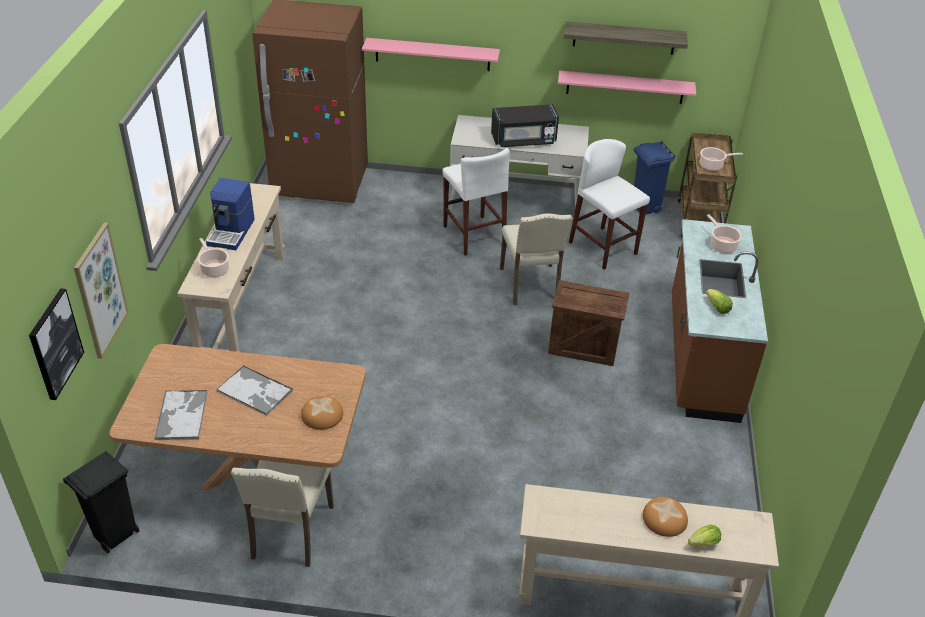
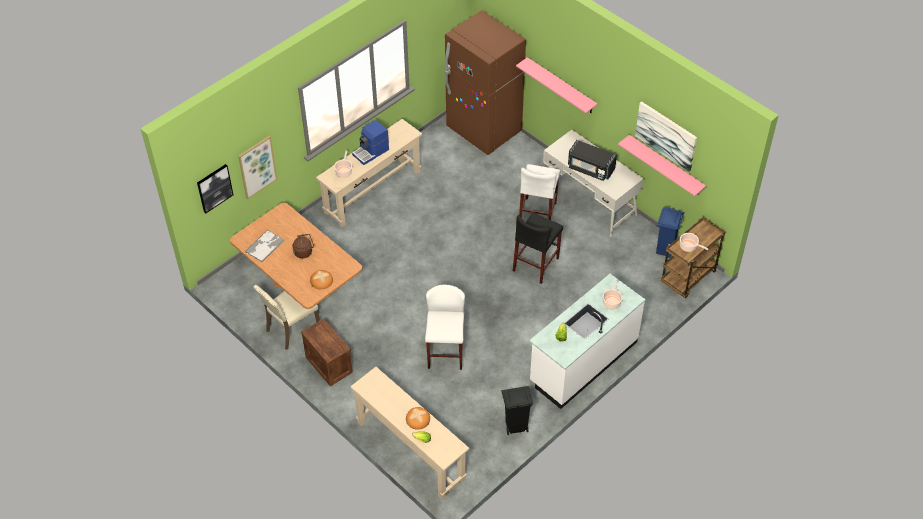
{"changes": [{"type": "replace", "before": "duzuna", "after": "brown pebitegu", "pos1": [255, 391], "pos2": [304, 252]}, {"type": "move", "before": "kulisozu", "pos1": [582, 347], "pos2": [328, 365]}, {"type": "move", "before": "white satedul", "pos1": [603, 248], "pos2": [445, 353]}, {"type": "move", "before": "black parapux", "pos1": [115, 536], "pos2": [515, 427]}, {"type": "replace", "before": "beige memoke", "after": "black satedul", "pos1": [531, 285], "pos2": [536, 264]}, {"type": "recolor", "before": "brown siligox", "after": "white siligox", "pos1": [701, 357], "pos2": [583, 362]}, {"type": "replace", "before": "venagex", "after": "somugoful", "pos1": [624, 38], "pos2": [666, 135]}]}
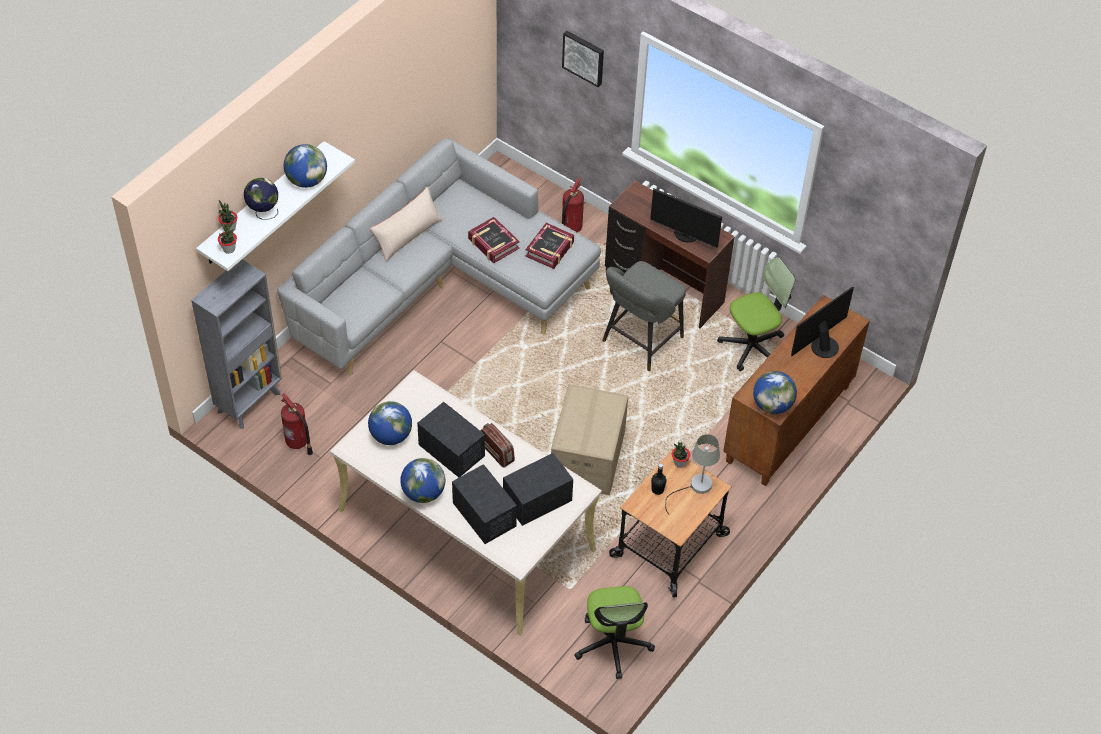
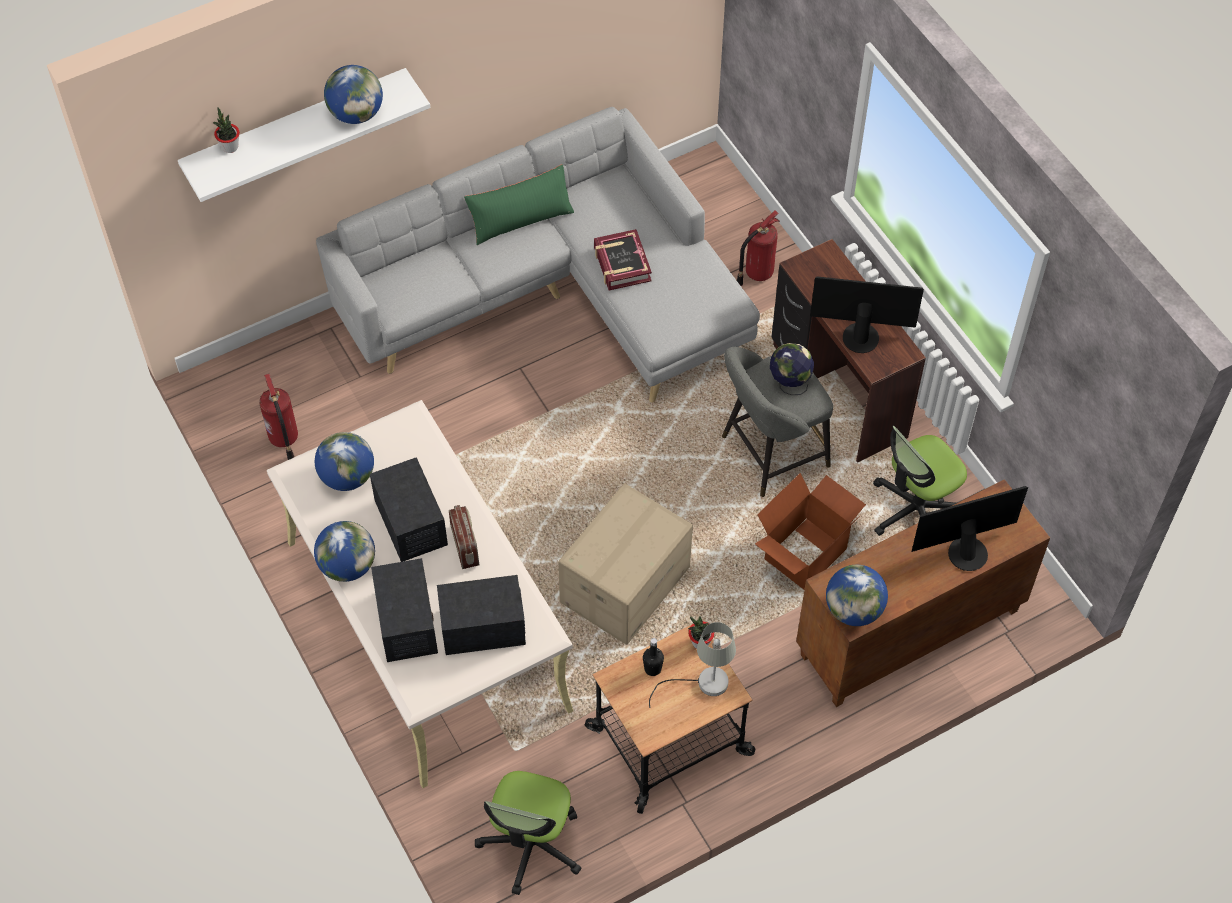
{"changes": [{"type": "recolor", "before": "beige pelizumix", "after": "green pelizumix", "pos1": [407, 236], "pos2": [520, 219]}, {"type": "insert", "after": "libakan", "pos2": [804, 553]}, {"type": "move", "before": "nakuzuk", "pos1": [263, 212], "pos2": [789, 384]}, {"type": "rotate", "before": "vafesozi", "pos1": [685, 234], "pos2": [860, 334], "turn": 135}, {"type": "rotate", "before": "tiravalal", "pos1": [752, 347], "pos2": [915, 511], "turn": 150}, {"type": "delete", "before": "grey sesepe", "pos1": [250, 401]}, {"type": "delete", "before": "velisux", "pos1": [229, 249]}, {"type": "delete", "before": "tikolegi", "pos1": [550, 249]}, {"type": "delete", "before": "somugoful", "pos1": [584, 57]}]}
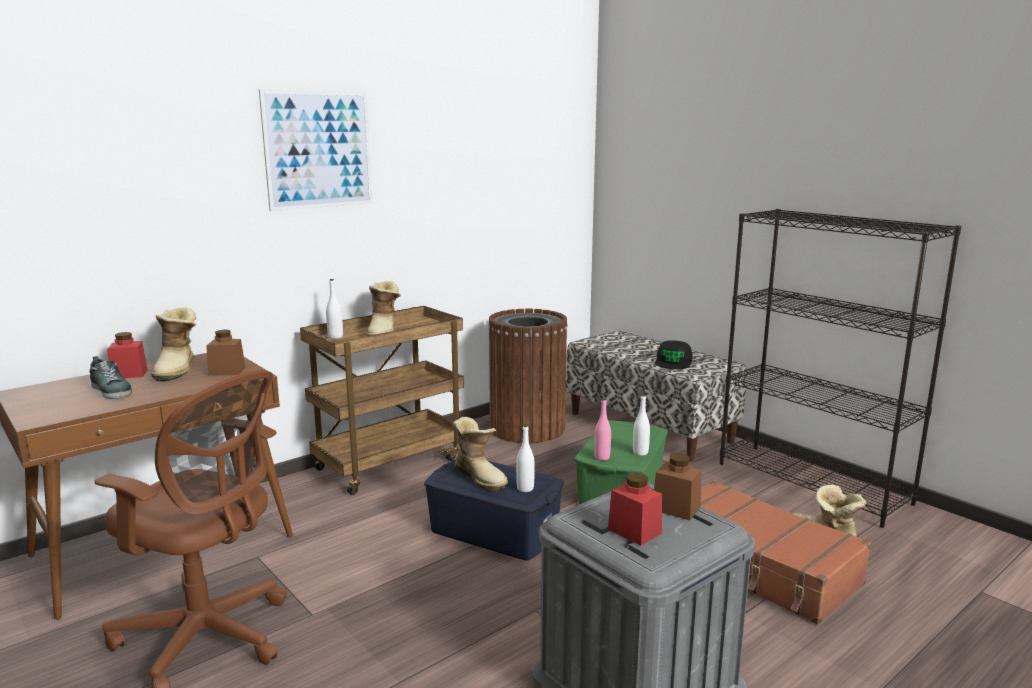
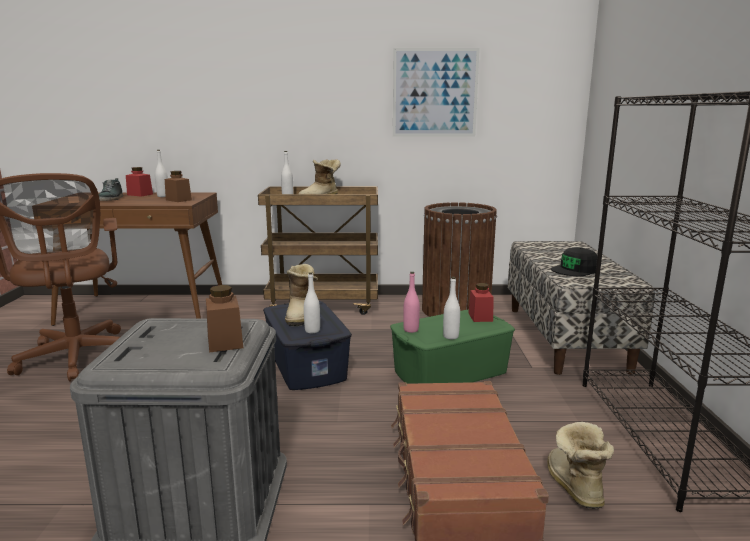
{"changes": [{"type": "replace", "before": "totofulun", "after": "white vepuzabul", "pos1": [178, 370], "pos2": [163, 196]}, {"type": "move", "before": "somugoful", "pos1": [318, 150], "pos2": [435, 93]}, {"type": "move", "before": "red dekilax", "pos1": [634, 531], "pos2": [480, 317]}]}
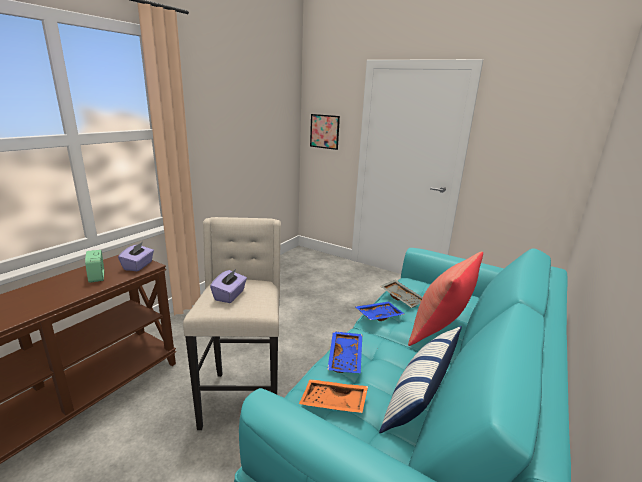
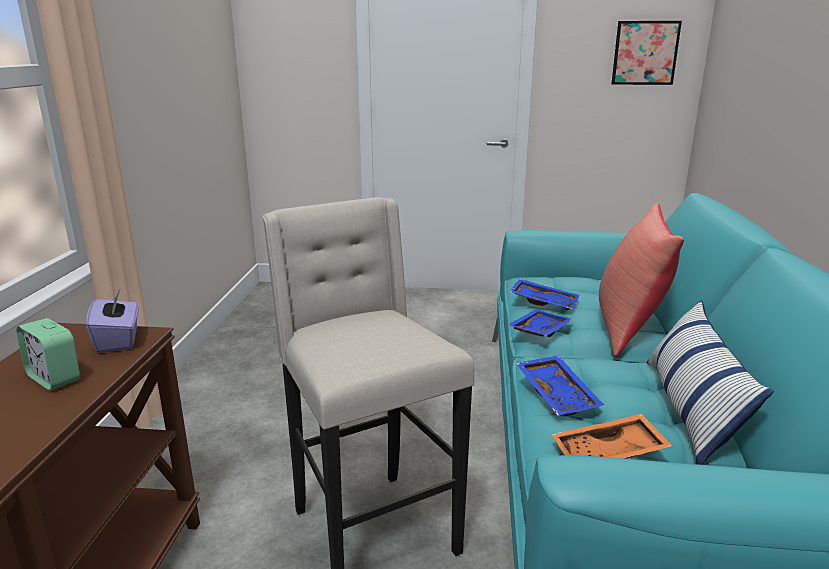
{"changes": [{"type": "recolor", "before": "grey duzuna", "after": "blue duzuna", "pos1": [402, 298], "pos2": [544, 302]}, {"type": "move", "before": "somugoful", "pos1": [324, 131], "pos2": [645, 53]}, {"type": "delete", "before": "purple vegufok", "pos1": [230, 295]}]}
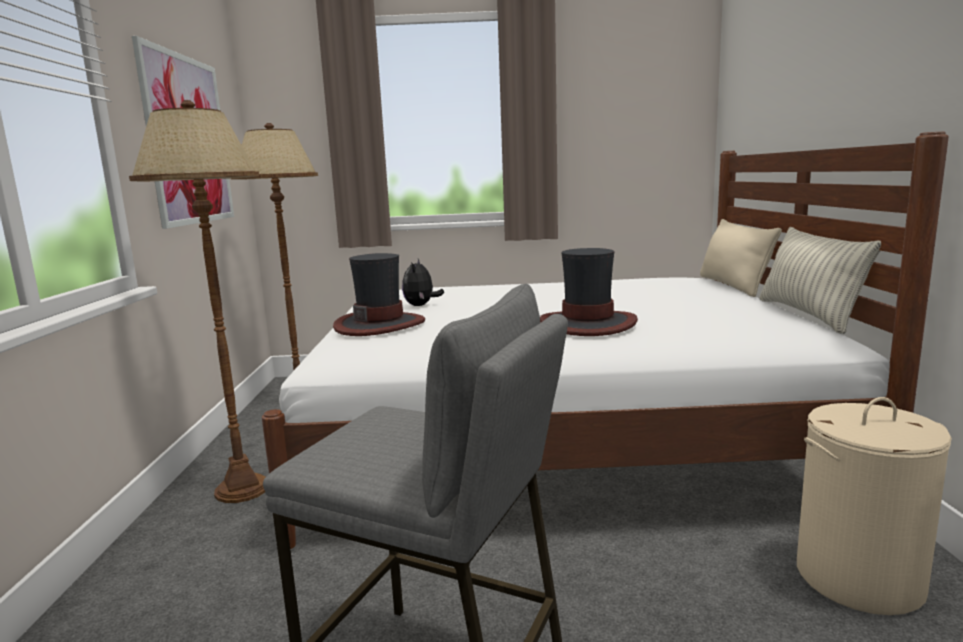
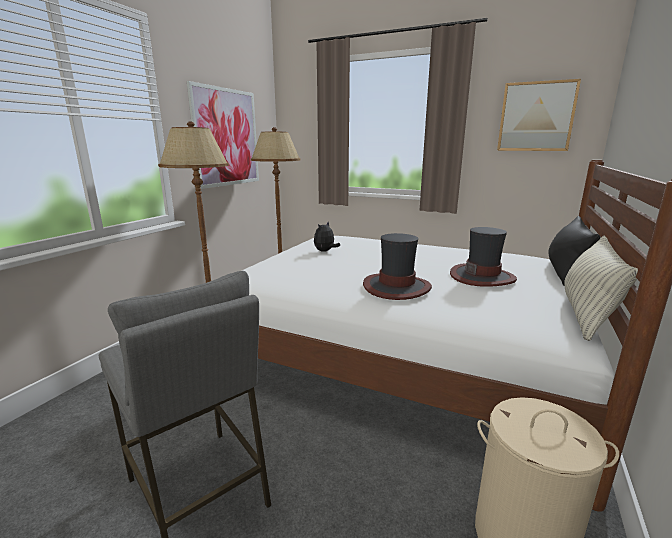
{"changes": [{"type": "move", "before": "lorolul", "pos1": [380, 325], "pos2": [482, 277]}, {"type": "insert", "after": "somugoful", "pos2": [536, 117]}, {"type": "recolor", "before": "beige pelizumix", "after": "black pelizumix", "pos1": [732, 285], "pos2": [565, 272]}]}
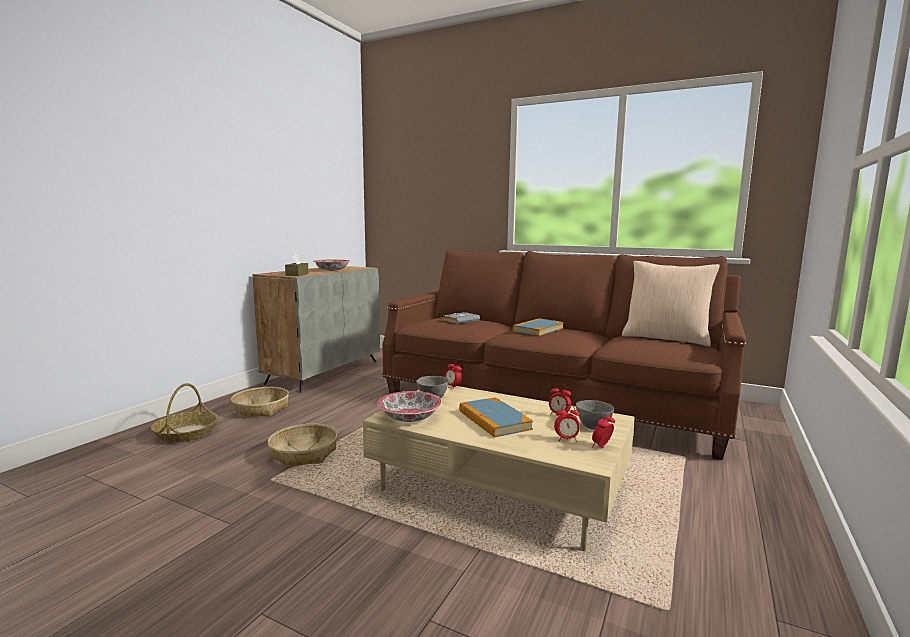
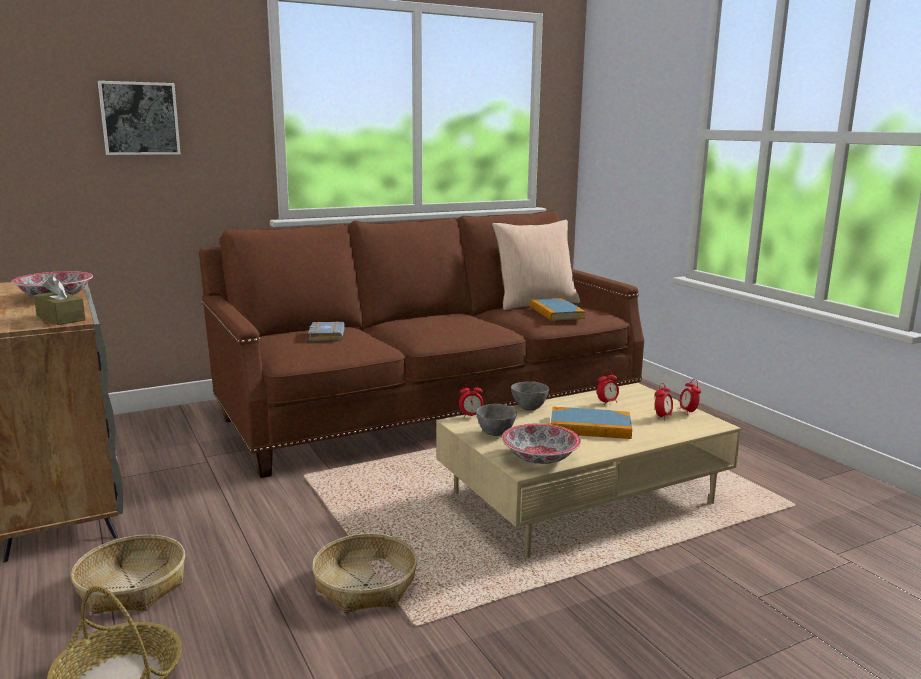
{"changes": [{"type": "insert", "after": "somugoful", "pos2": [139, 118]}, {"type": "move", "before": "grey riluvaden", "pos1": [592, 427], "pos2": [529, 408]}, {"type": "move", "before": "tikolegi", "pos1": [538, 329], "pos2": [556, 312]}]}
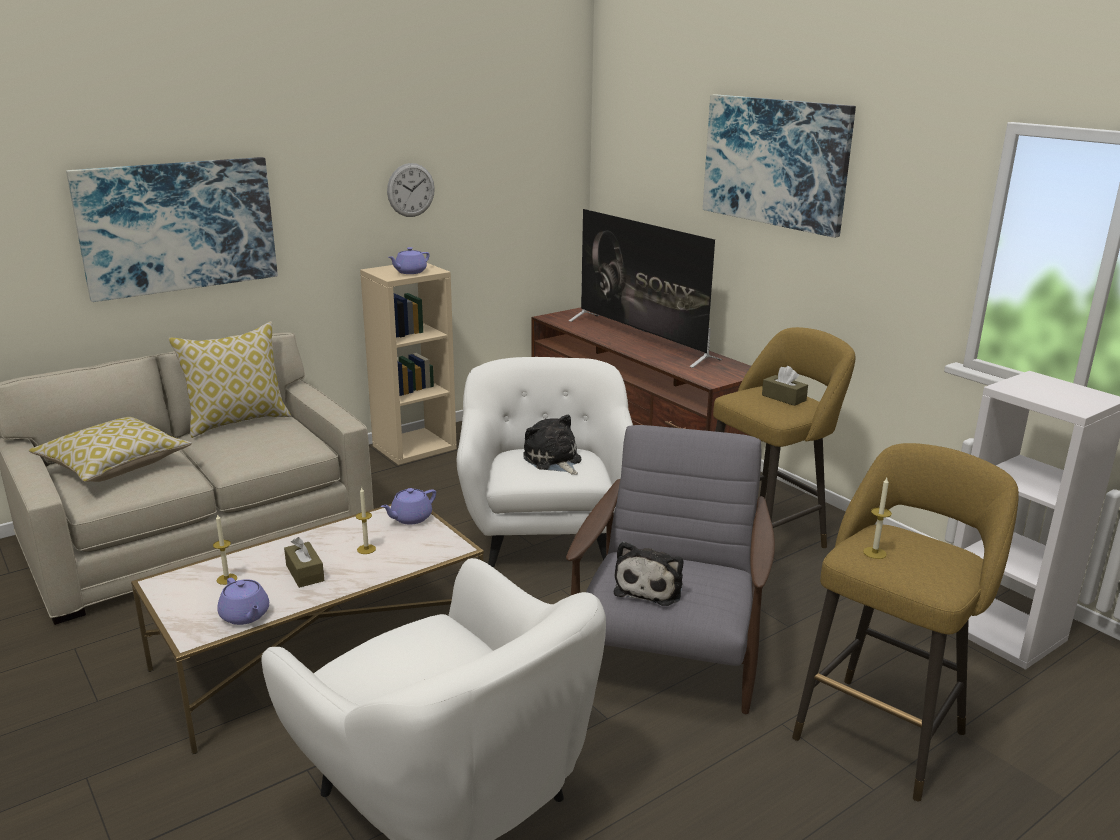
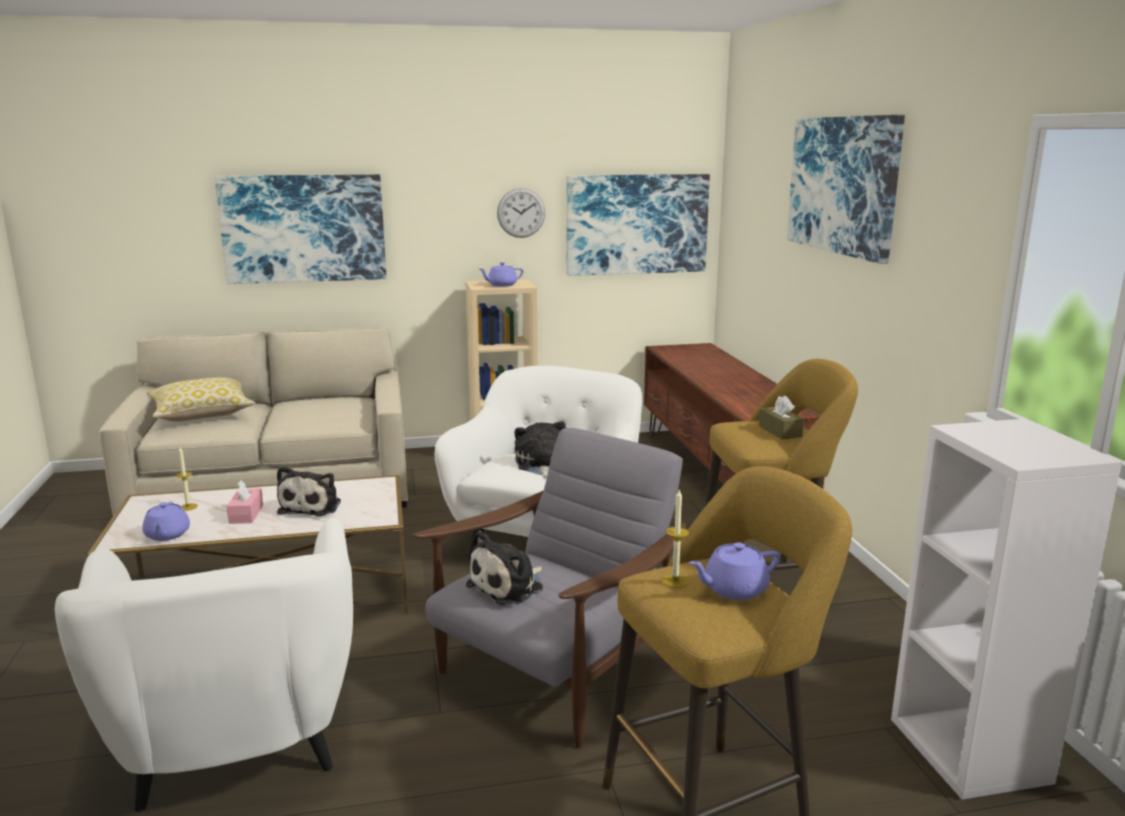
{"changes": [{"type": "recolor", "before": "brown vegufok", "after": "pink vegufok", "pos1": [305, 573], "pos2": [246, 514]}, {"type": "replace", "before": "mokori", "after": "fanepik", "pos1": [366, 549], "pos2": [312, 506]}, {"type": "insert", "after": "somugoful", "pos2": [636, 224]}, {"type": "move", "before": "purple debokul", "pos1": [410, 518], "pos2": [734, 589]}, {"type": "delete", "before": "pelizumix", "pos1": [238, 421]}, {"type": "delete", "before": "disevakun", "pos1": [641, 339]}]}
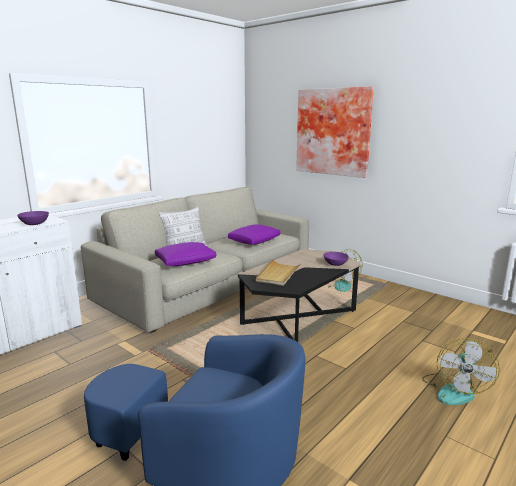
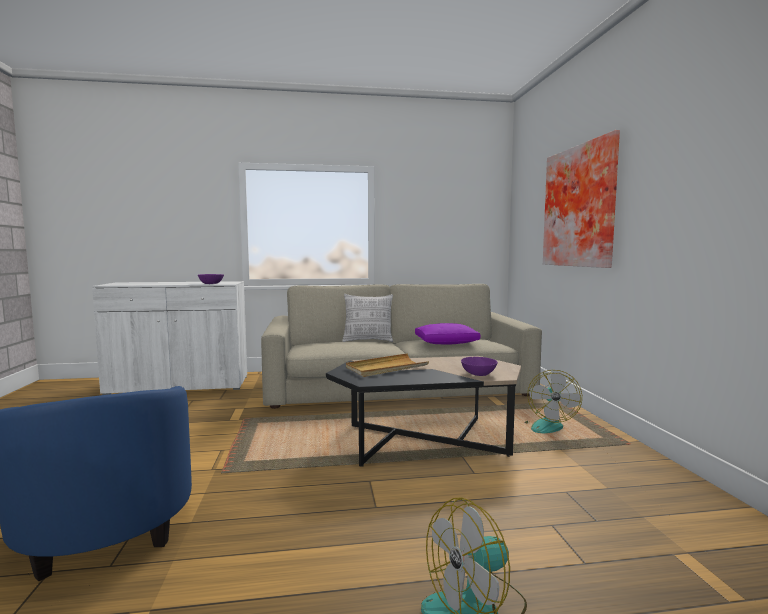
{"changes": [{"type": "delete", "before": "purple pelizumix", "pos1": [186, 261]}]}
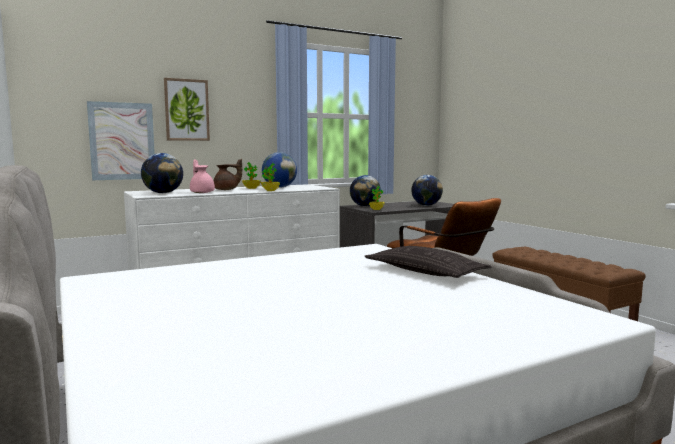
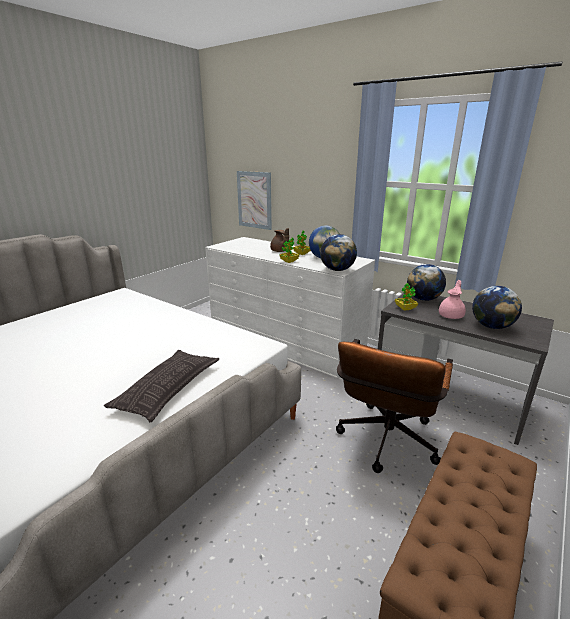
{"changes": [{"type": "move", "before": "nakuzuk", "pos1": [163, 193], "pos2": [337, 270]}, {"type": "move", "before": "pink debokul", "pos1": [202, 192], "pos2": [451, 315]}, {"type": "delete", "before": "somugoful", "pos1": [186, 110]}]}
